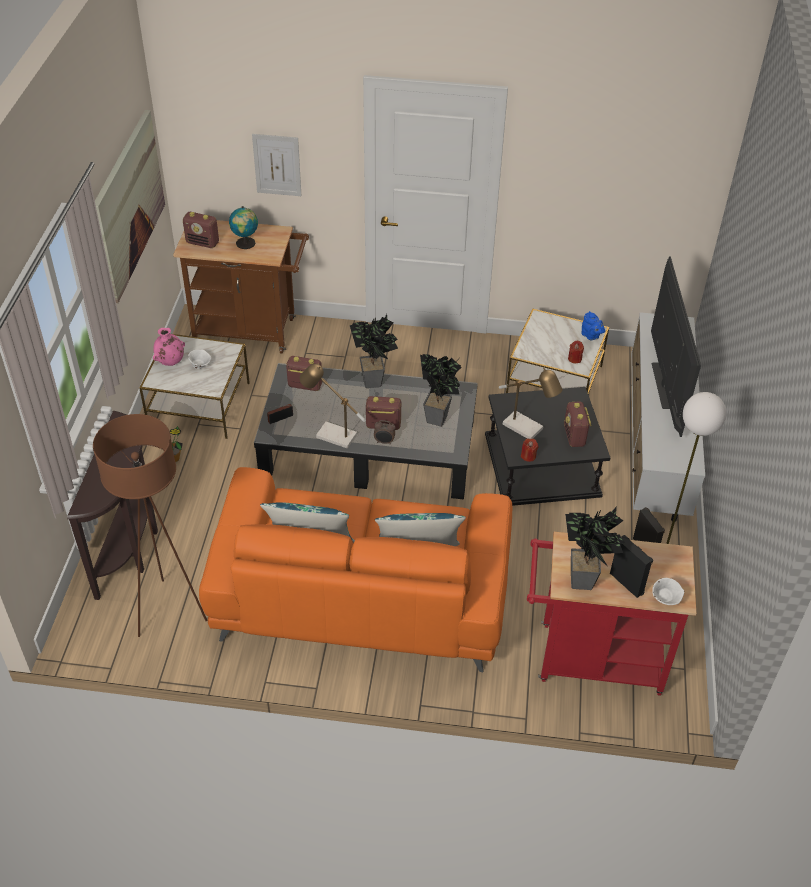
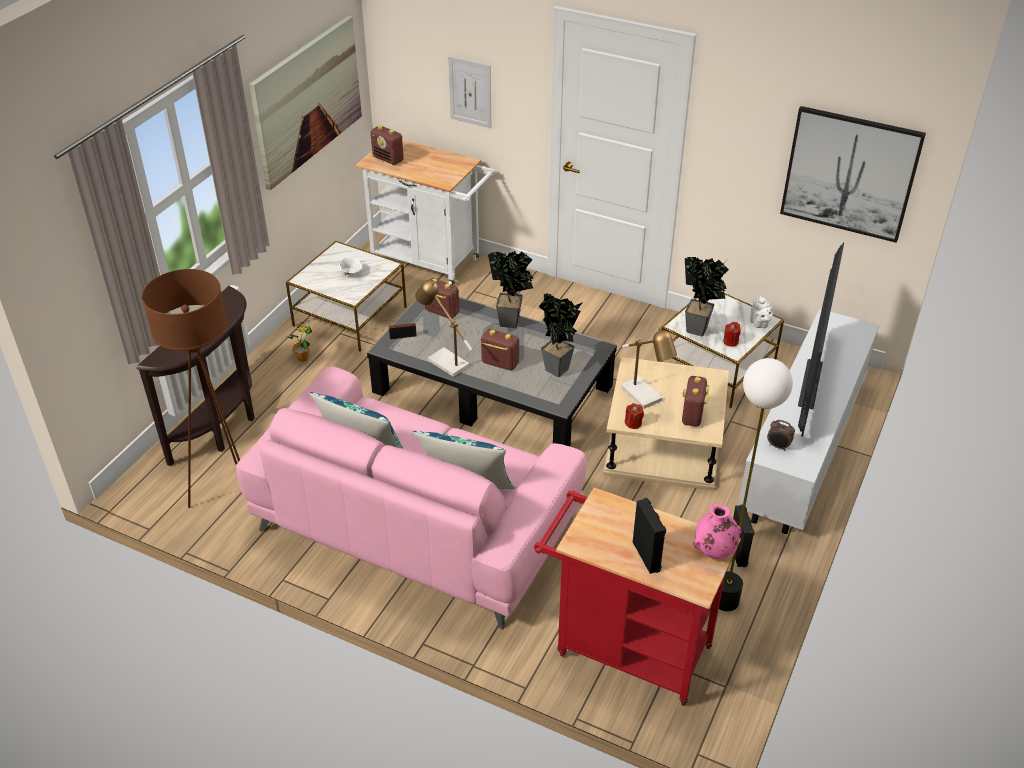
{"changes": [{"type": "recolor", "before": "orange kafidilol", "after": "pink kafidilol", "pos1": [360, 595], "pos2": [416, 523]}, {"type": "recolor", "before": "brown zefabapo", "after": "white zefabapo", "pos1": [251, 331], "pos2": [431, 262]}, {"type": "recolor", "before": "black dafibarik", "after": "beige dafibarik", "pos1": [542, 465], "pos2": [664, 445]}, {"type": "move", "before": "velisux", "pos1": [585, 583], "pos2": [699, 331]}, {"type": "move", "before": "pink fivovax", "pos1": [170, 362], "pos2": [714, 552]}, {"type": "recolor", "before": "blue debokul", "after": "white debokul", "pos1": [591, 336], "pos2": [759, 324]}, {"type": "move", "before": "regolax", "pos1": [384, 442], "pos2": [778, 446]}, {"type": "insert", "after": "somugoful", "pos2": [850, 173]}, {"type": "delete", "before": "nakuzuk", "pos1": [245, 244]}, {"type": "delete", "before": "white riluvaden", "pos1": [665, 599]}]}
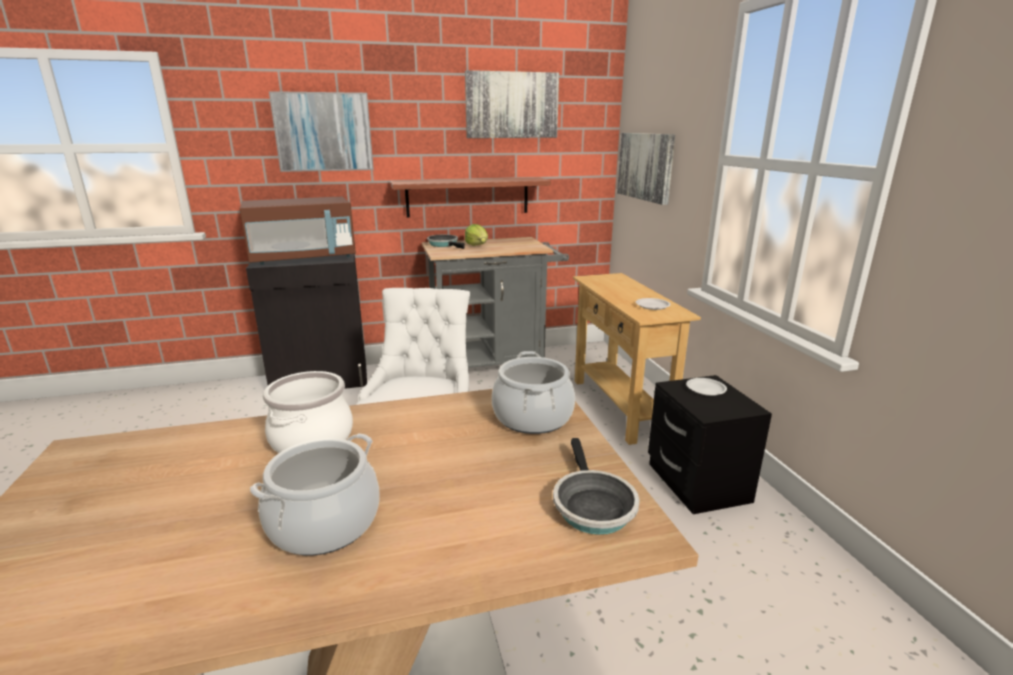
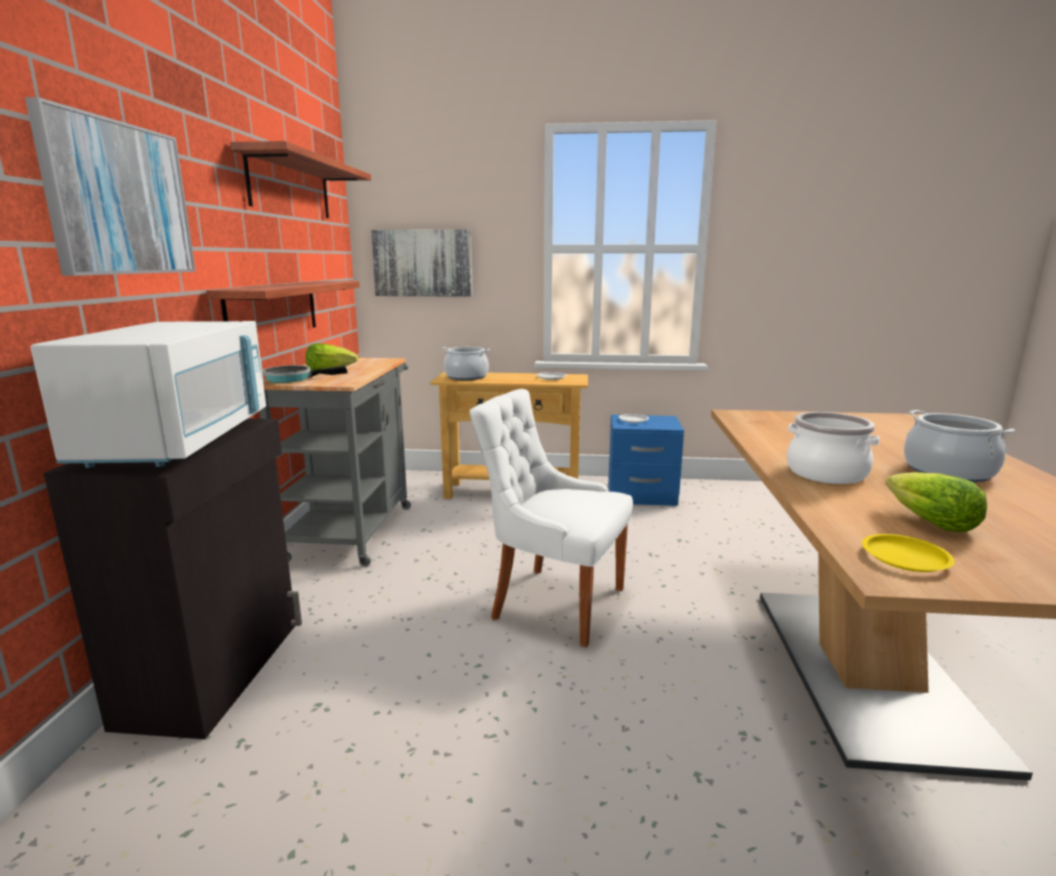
{"changes": [{"type": "recolor", "before": "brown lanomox", "after": "white lanomox", "pos1": [303, 258], "pos2": [180, 441]}, {"type": "replace", "before": "somugoful", "after": "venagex", "pos1": [511, 105], "pos2": [290, 187]}, {"type": "move", "before": "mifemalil", "pos1": [533, 417], "pos2": [466, 377]}, {"type": "recolor", "before": "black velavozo", "after": "blue velavozo", "pos1": [695, 483], "pos2": [641, 496]}, {"type": "insert", "after": "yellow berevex", "pos2": [904, 558]}, {"type": "insert", "after": "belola", "pos2": [929, 522]}, {"type": "delete", "before": "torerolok", "pos1": [591, 505]}]}
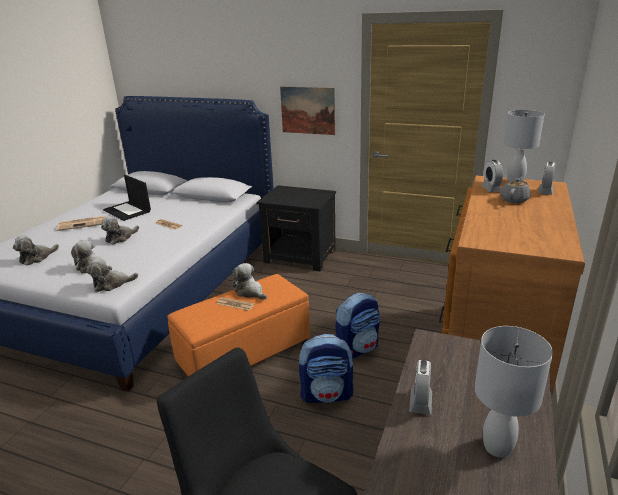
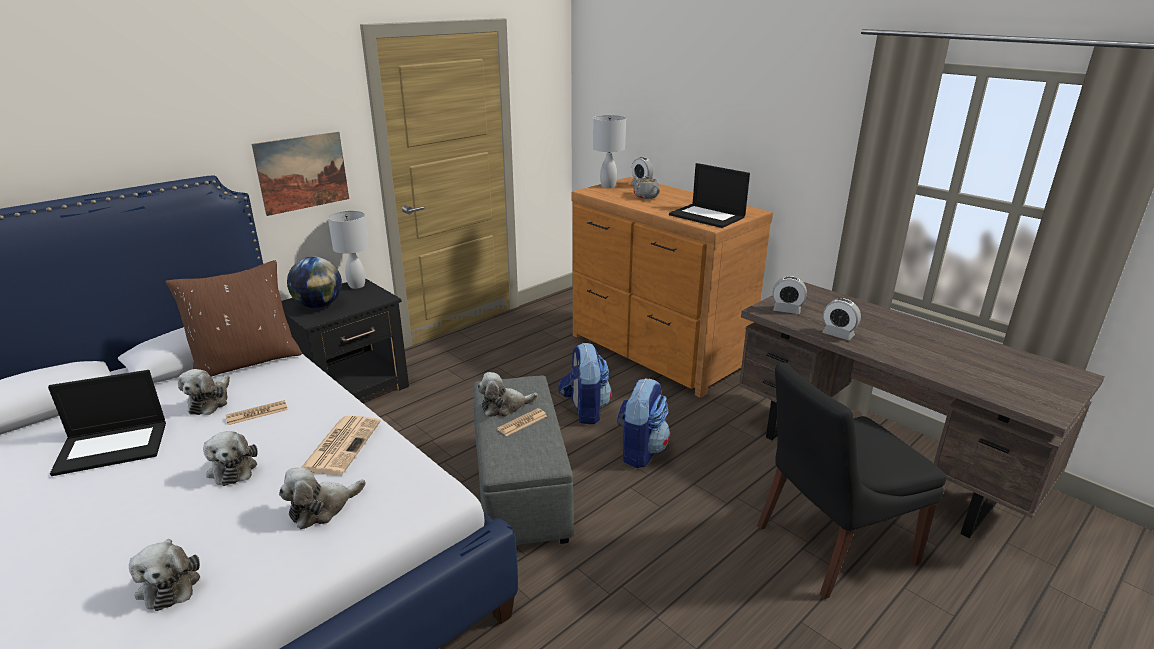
{"changes": [{"type": "insert", "after": "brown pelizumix", "pos2": [246, 361]}, {"type": "move", "before": "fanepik", "pos1": [111, 284], "pos2": [210, 402]}, {"type": "insert", "after": "nakuzuk", "pos2": [319, 305]}, {"type": "move", "before": "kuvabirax", "pos1": [83, 223], "pos2": [341, 445]}, {"type": "move", "before": "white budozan", "pos1": [496, 446], "pos2": [356, 285]}, {"type": "recolor", "before": "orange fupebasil", "after": "grey fupebasil", "pos1": [245, 352], "pos2": [520, 488]}, {"type": "insert", "after": "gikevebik", "pos2": [708, 216]}, {"type": "move", "before": "regolax", "pos1": [491, 189], "pos2": [786, 310]}]}
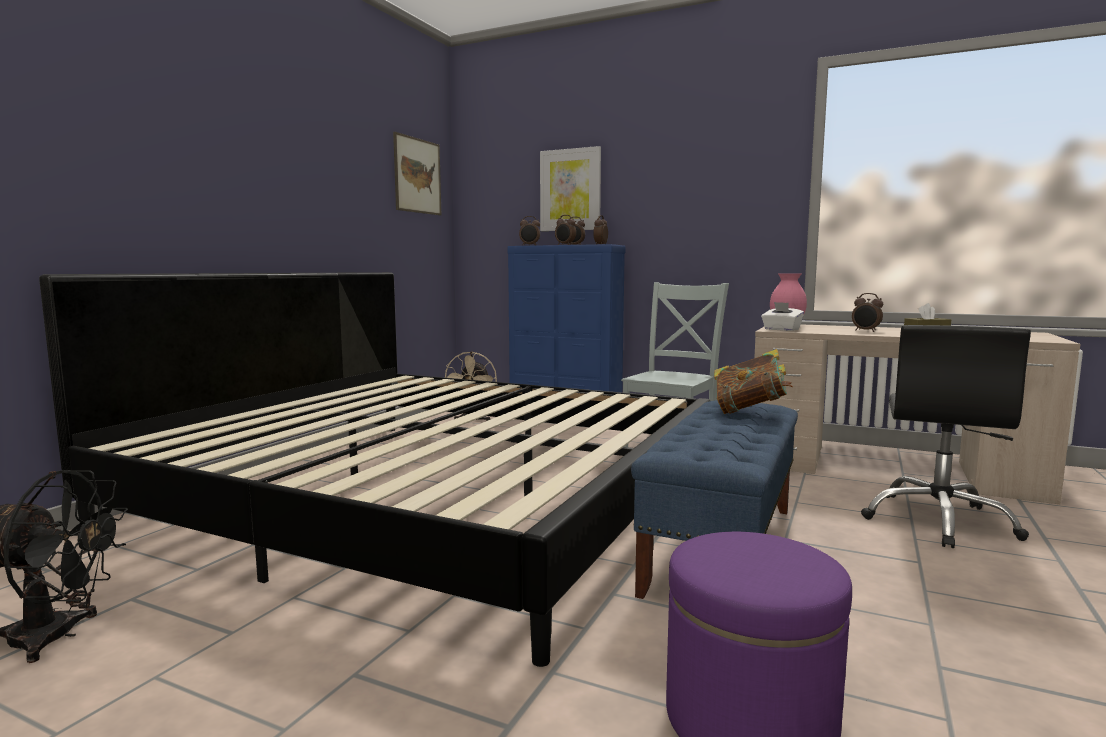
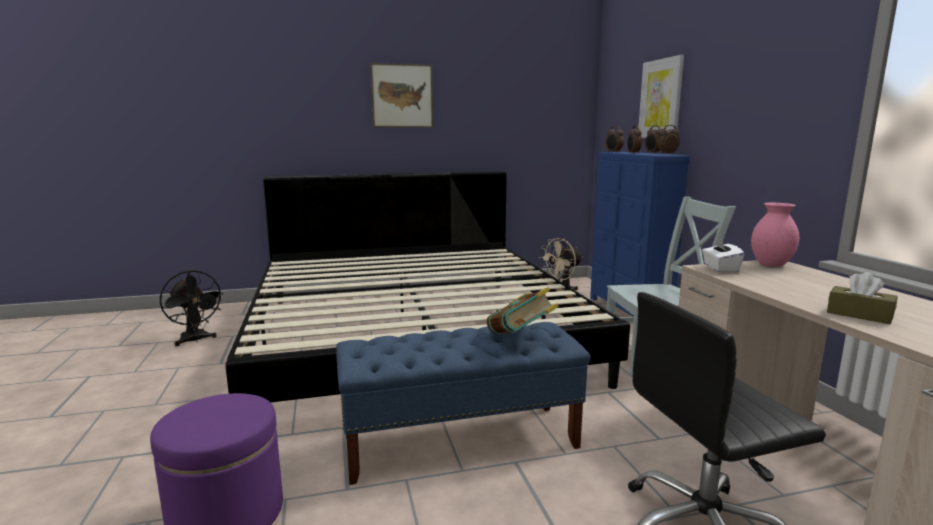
{"changes": [{"type": "move", "before": "somugoful", "pos1": [417, 176], "pos2": [402, 96]}, {"type": "delete", "before": "regolax", "pos1": [866, 331]}]}
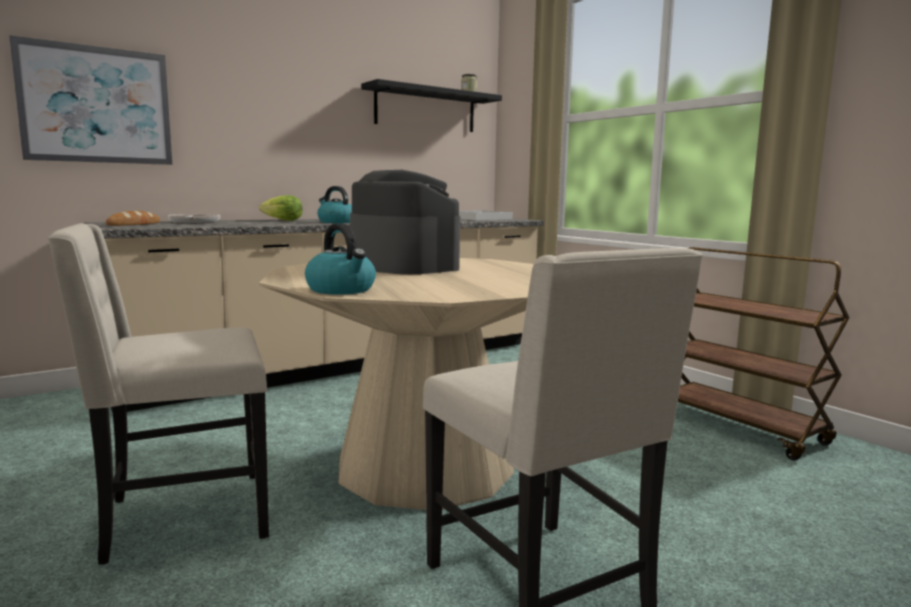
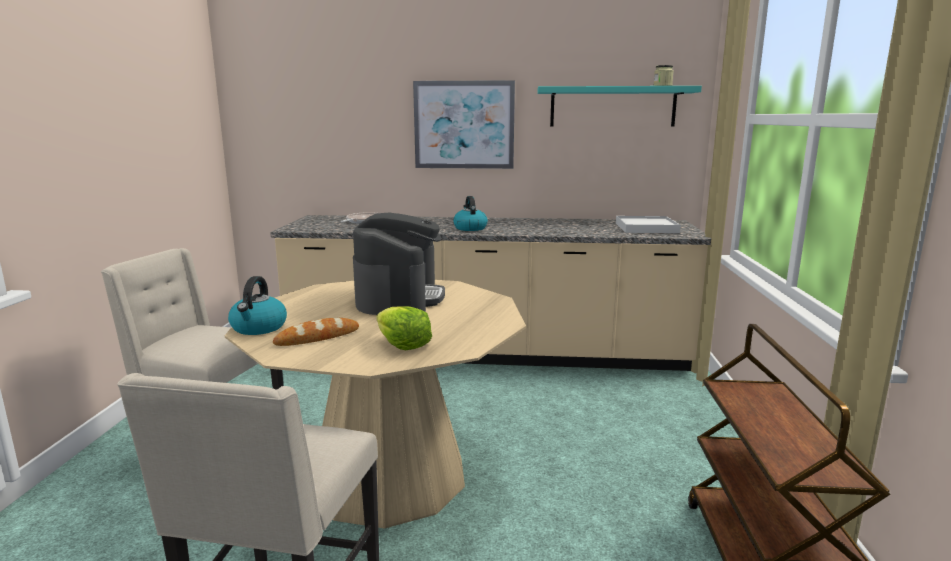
{"changes": [{"type": "move", "before": "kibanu", "pos1": [134, 224], "pos2": [317, 337]}, {"type": "move", "before": "belola", "pos1": [283, 220], "pos2": [402, 345]}, {"type": "move", "before": "somugoful", "pos1": [96, 105], "pos2": [464, 125]}, {"type": "recolor", "before": "black venagex", "after": "turquoise venagex", "pos1": [426, 109], "pos2": [612, 107]}]}
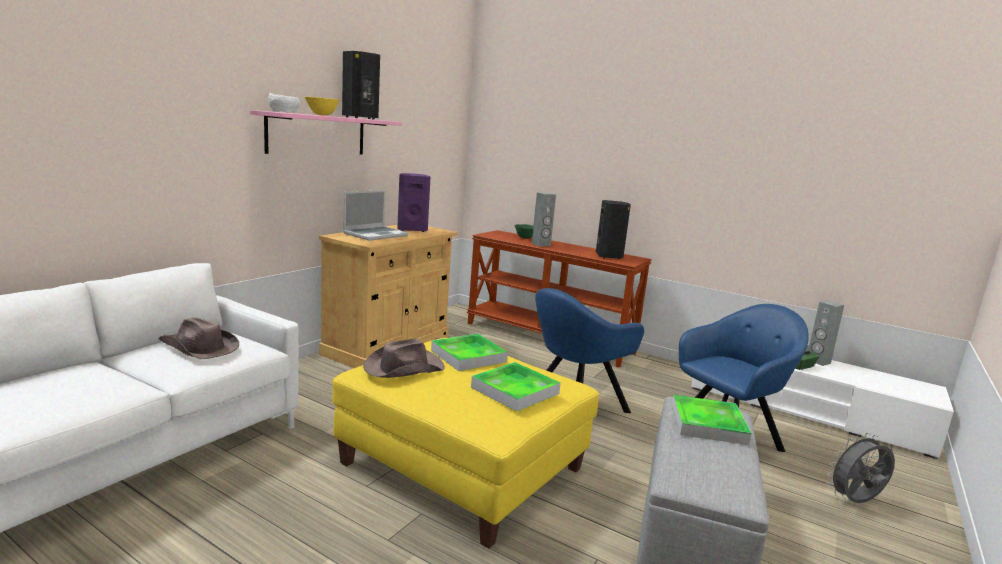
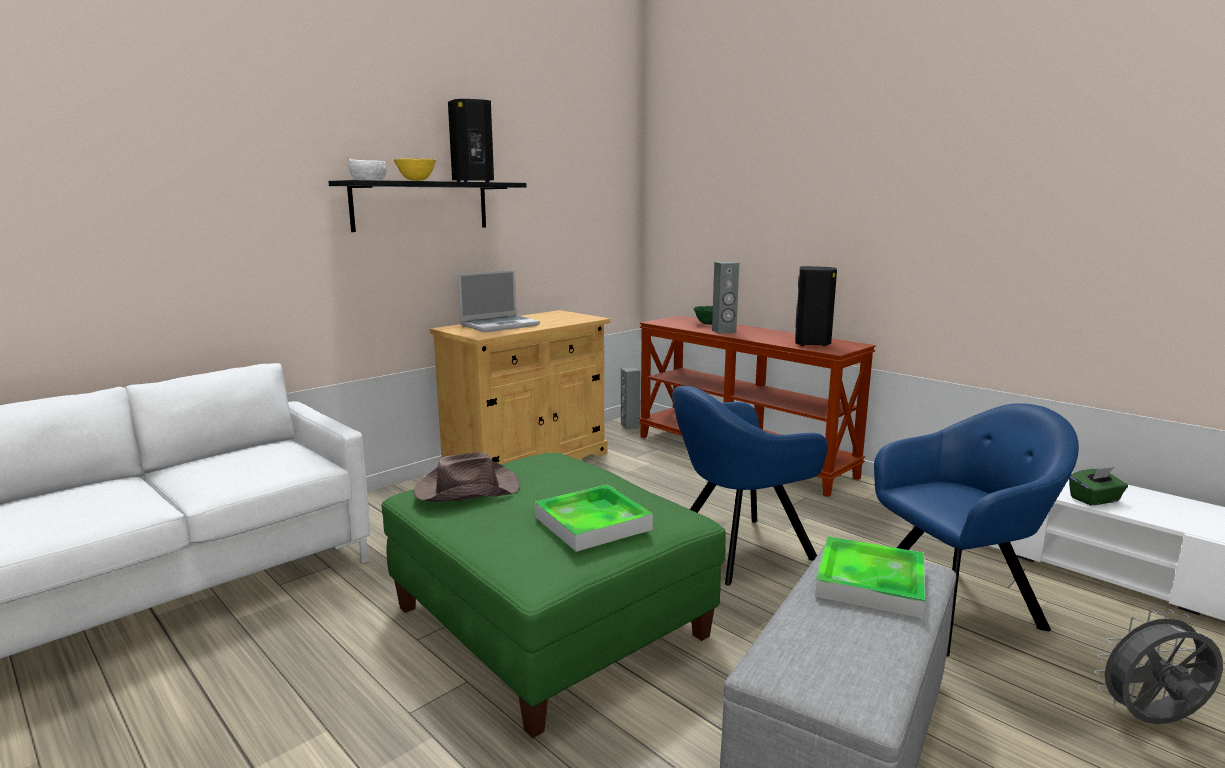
{"changes": [{"type": "recolor", "before": "pink venagex", "after": "black venagex", "pos1": [317, 134], "pos2": [421, 206]}, {"type": "recolor", "before": "yellow fupebasil", "after": "green fupebasil", "pos1": [463, 466], "pos2": [550, 621]}, {"type": "move", "before": "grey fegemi", "pos1": [818, 361], "pos2": [630, 426]}, {"type": "delete", "before": "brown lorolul", "pos1": [199, 347]}, {"type": "delete", "before": "purple fegemi", "pos1": [411, 229]}, {"type": "delete", "before": "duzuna", "pos1": [468, 356]}]}
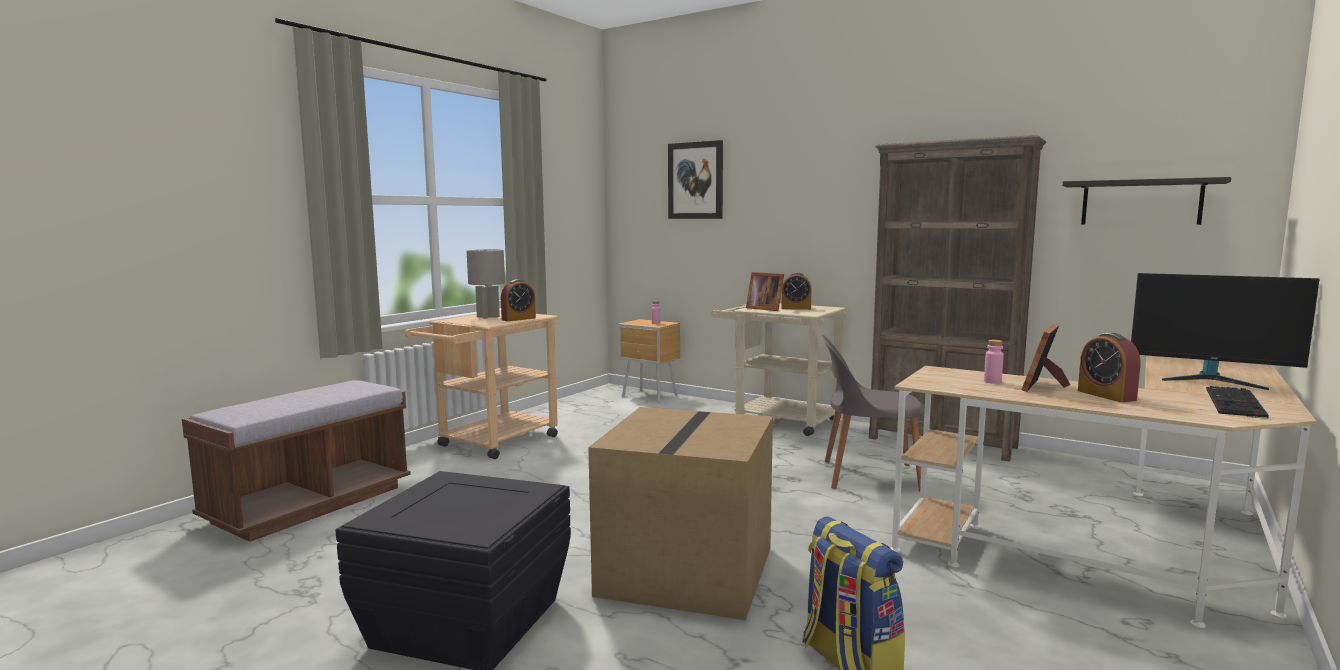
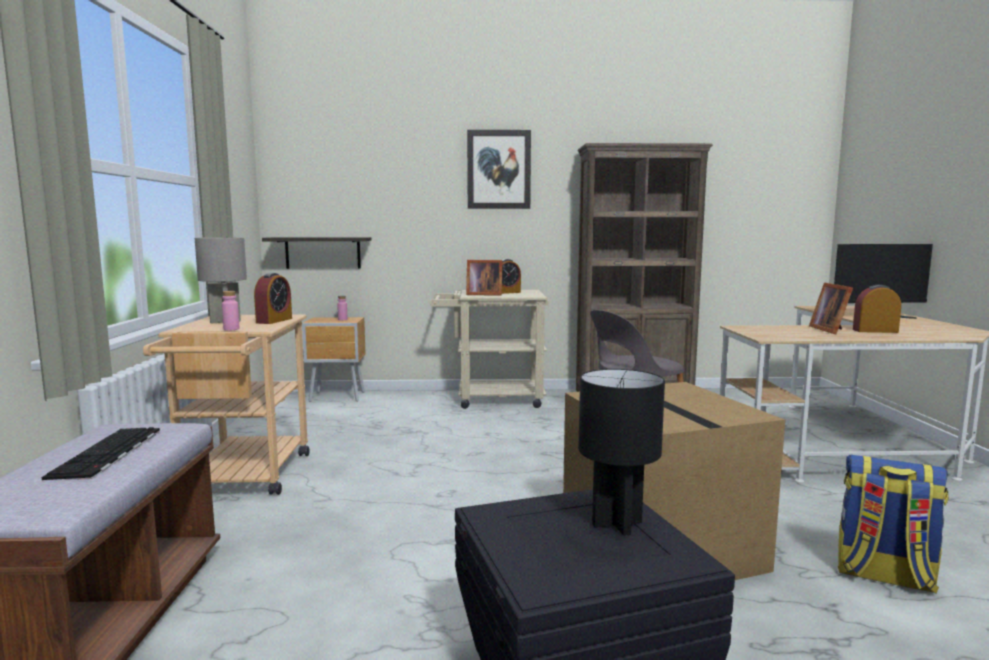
{"changes": [{"type": "move", "before": "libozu", "pos1": [1237, 403], "pos2": [108, 453]}, {"type": "move", "before": "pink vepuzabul", "pos1": [992, 382], "pos2": [231, 329]}, {"type": "move", "before": "venagex", "pos1": [1141, 202], "pos2": [323, 252]}, {"type": "move", "before": "somugoful", "pos1": [695, 180], "pos2": [498, 169]}, {"type": "insert", "after": "black budozan", "pos2": [616, 523]}, {"type": "rotate", "before": "regolax", "pos1": [1106, 395], "pos2": [875, 331], "turn": 150}]}
